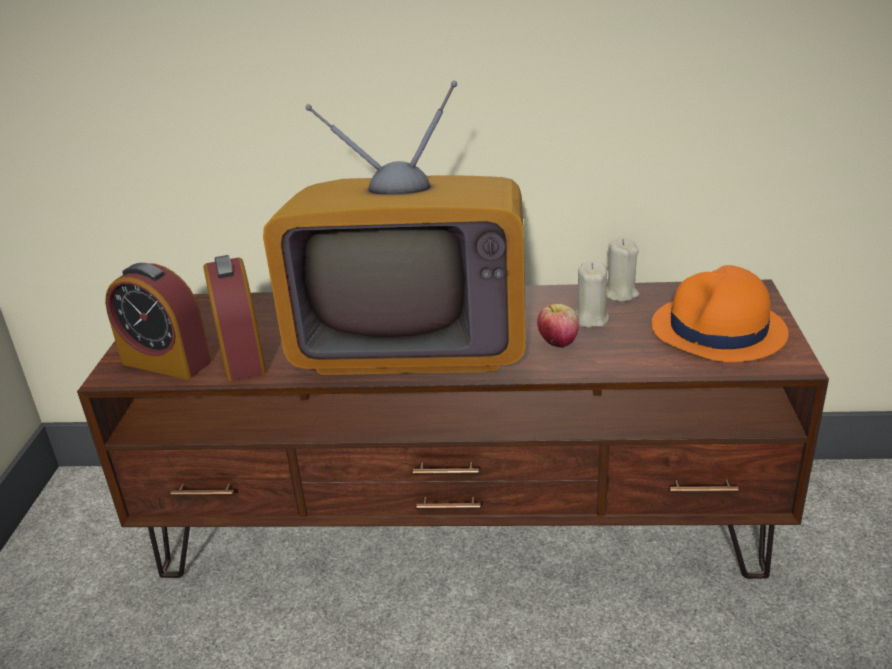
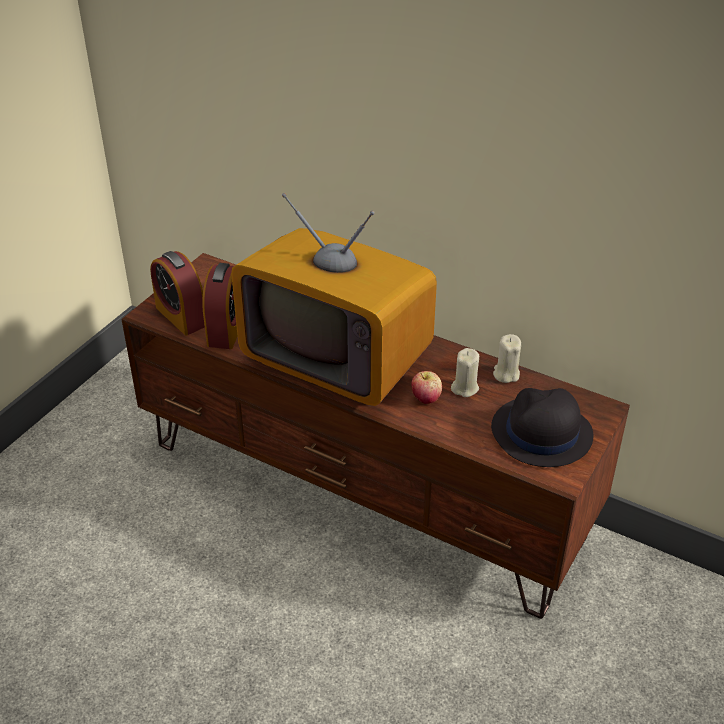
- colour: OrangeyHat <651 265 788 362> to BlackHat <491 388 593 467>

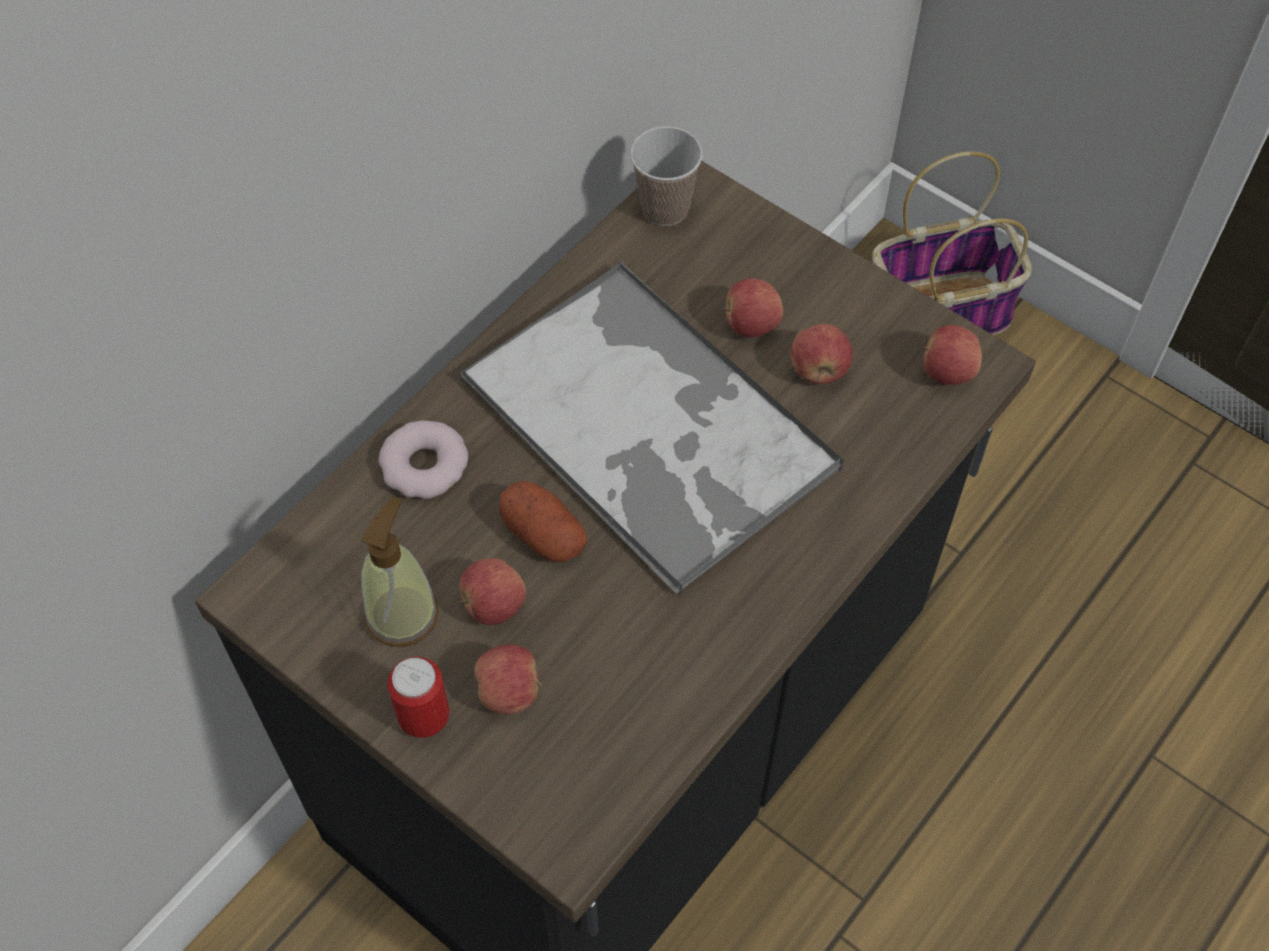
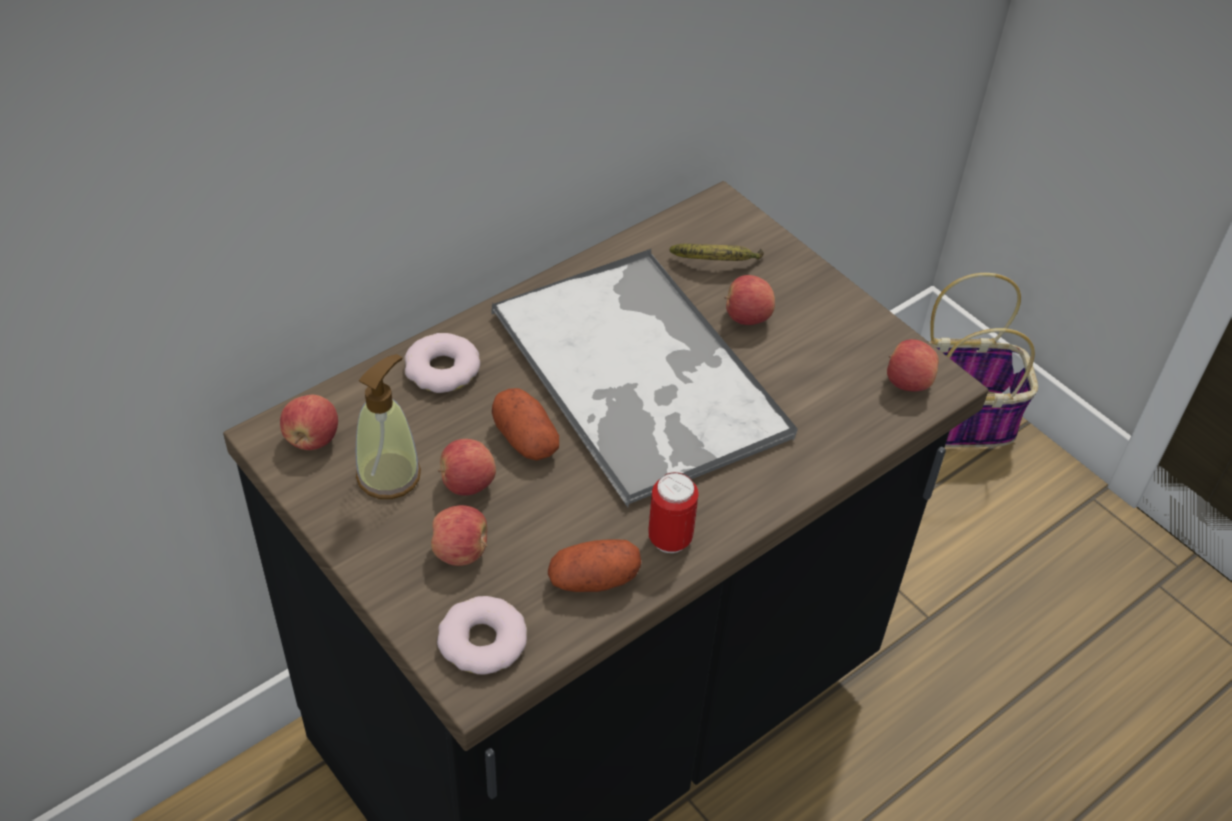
- missing: SmallCup <630 126 703 226>
- relocated: WholeApple <791 324 853 384> to <280 395 338 450>
- relocated: SealedCan <387 657 450 738> to <648 472 698 553>
- appeared: BananaFruit <670 243 764 261>
- appeared: Potato <548 539 641 592>
- appeared: Doughnut <437 596 527 675>

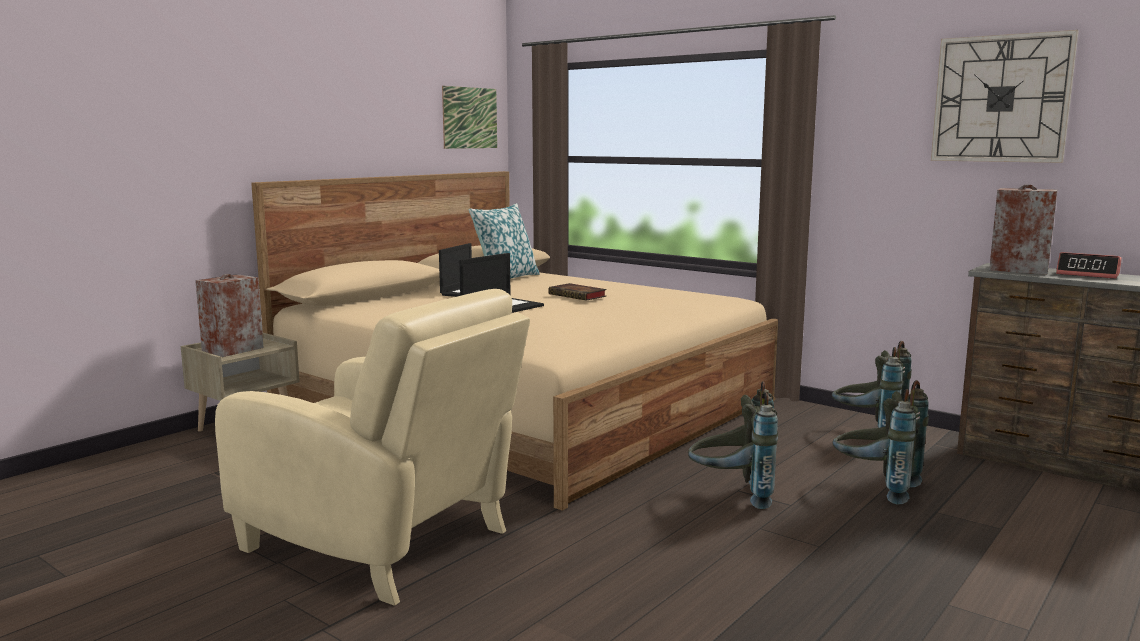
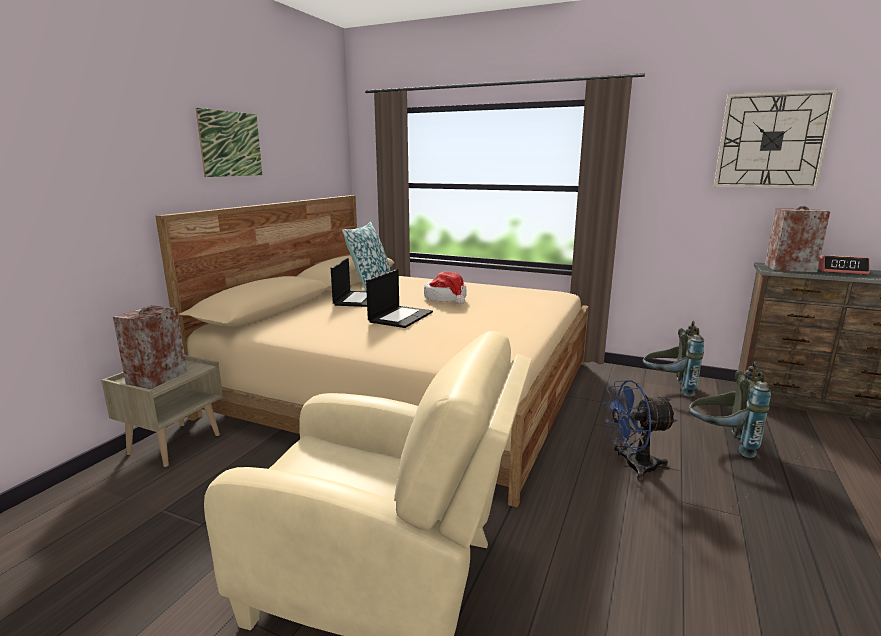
- relocated: WallArt <442 86 497 149> to <196 108 262 177>
- exchanged: Book <548 283 607 301> to Hat <424 271 467 305>
- exchanged: GrayRucksack <688 381 778 509> to BlueColouredFan <603 380 677 481>

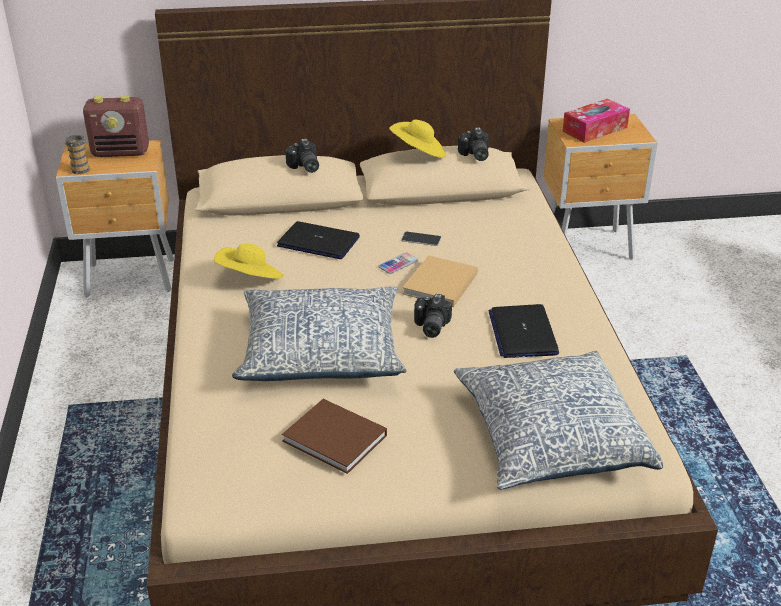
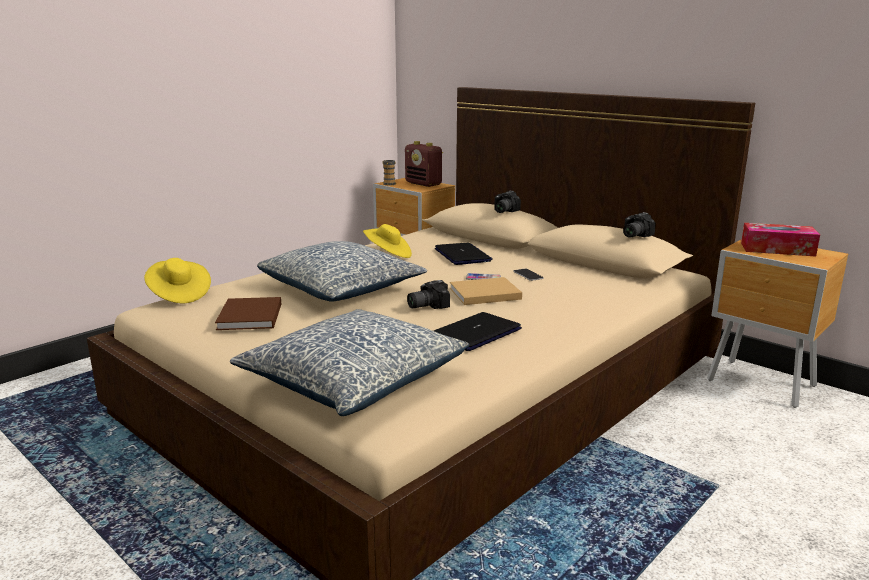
- relocated: YellowishHat <389 119 446 158> to <144 258 211 303>

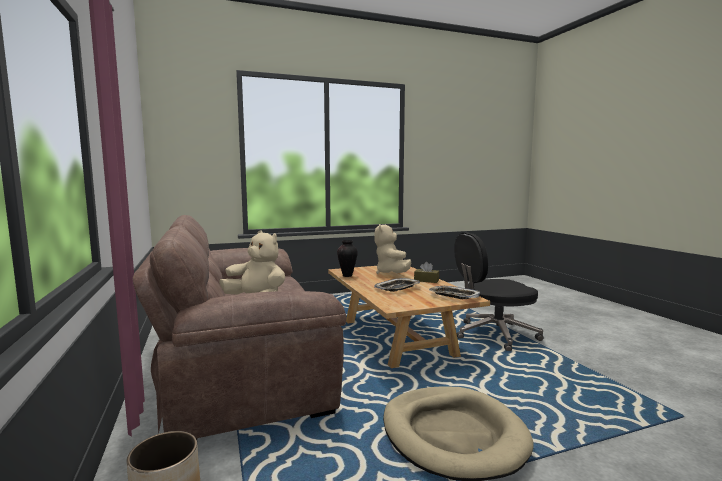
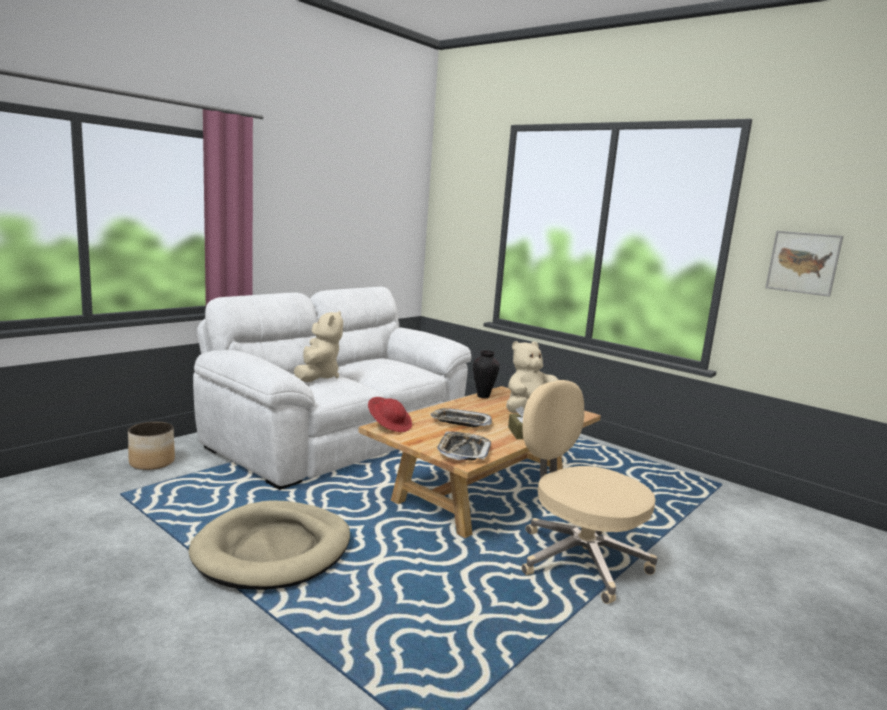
- colour: BrownCouch <133 215 346 440> to WhiteColouredCouch <193 287 471 490>
- colour: BlackComputerChair <454 232 543 351> to BeigeColouredComputerChair <522 380 657 604>
- appeared: WallArt <765 231 843 297>
- appeared: RedColouredHat <368 397 412 432>

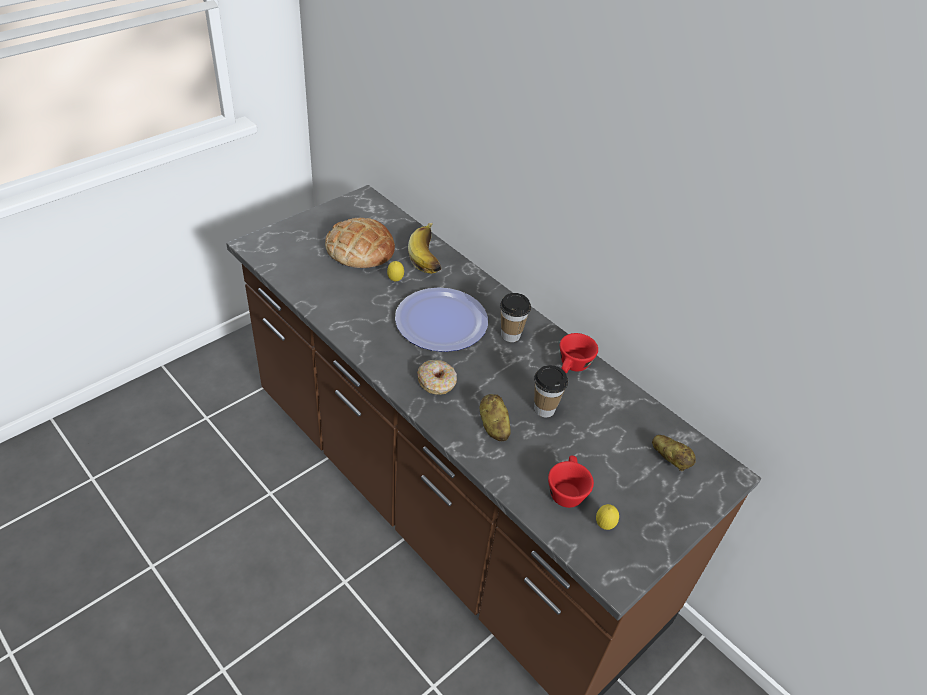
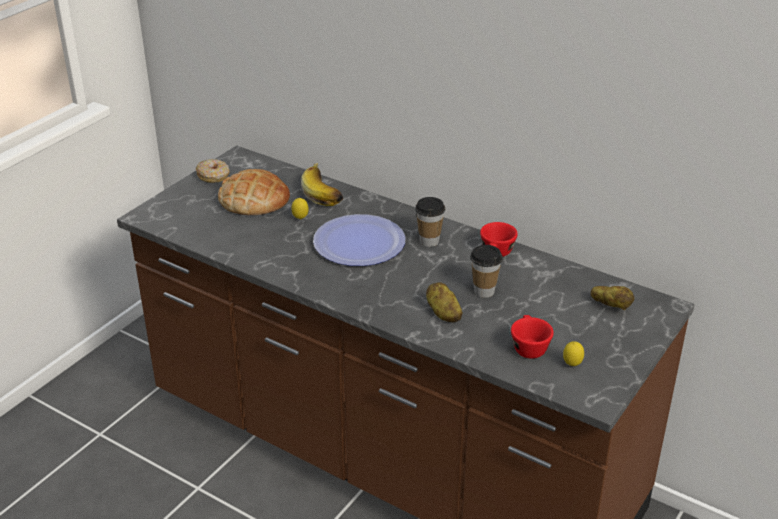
- relocated: Doughnut <417 360 457 395> to <196 159 229 183>

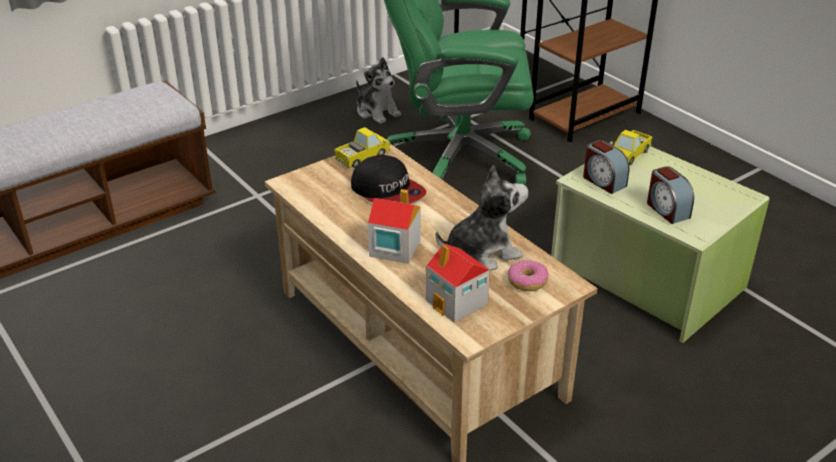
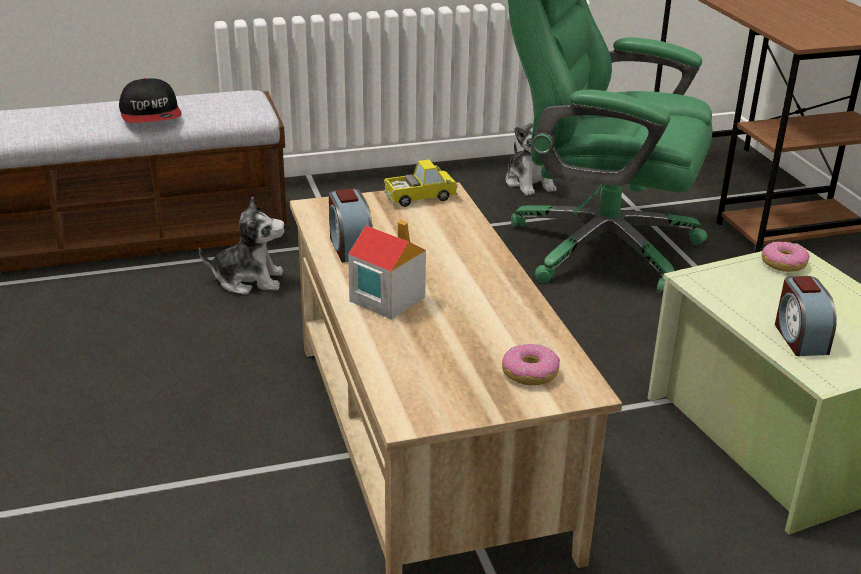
- exchanged: ModelTruck <610 130 653 165> to Doughnut <761 242 810 272>
- relocated: TableClock <583 140 630 194> to <329 188 373 262>
- relocated: Cap <351 155 427 204> to <119 78 181 123>
- relocated: CuddlyToy <436 165 528 270> to <199 197 285 295>
- missing: ModelHouse <426 244 490 323>

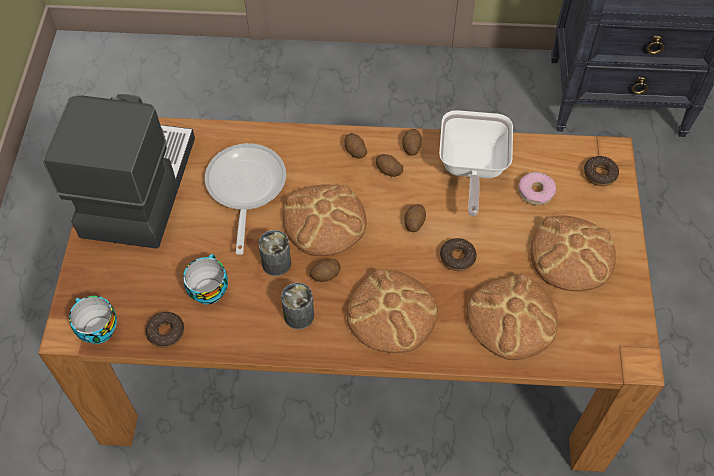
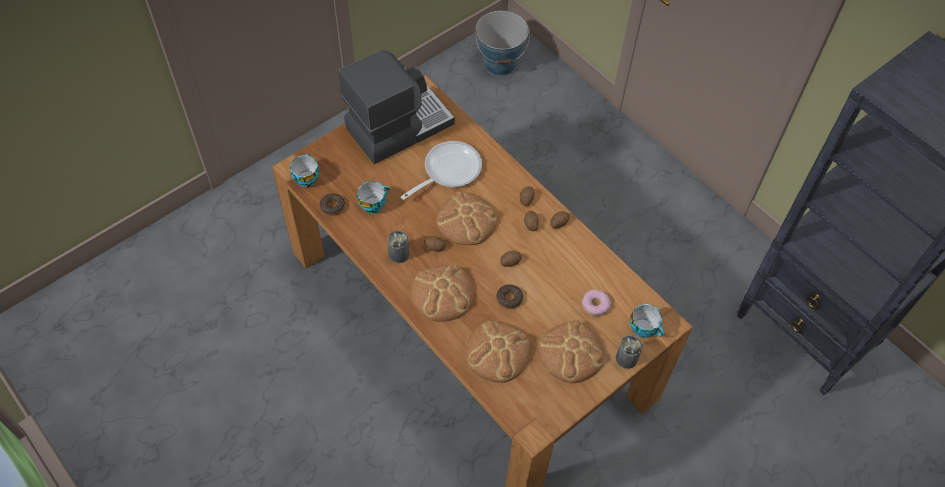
- missing: FryingPan <439 110 513 216>
- exchanged: Doughnut <584 156 619 186> to SmallCup <630 304 664 338>
- relocated: SealedCan <259 230 291 276> to <616 335 642 369>
- appeared: Bucket <475 11 530 76>

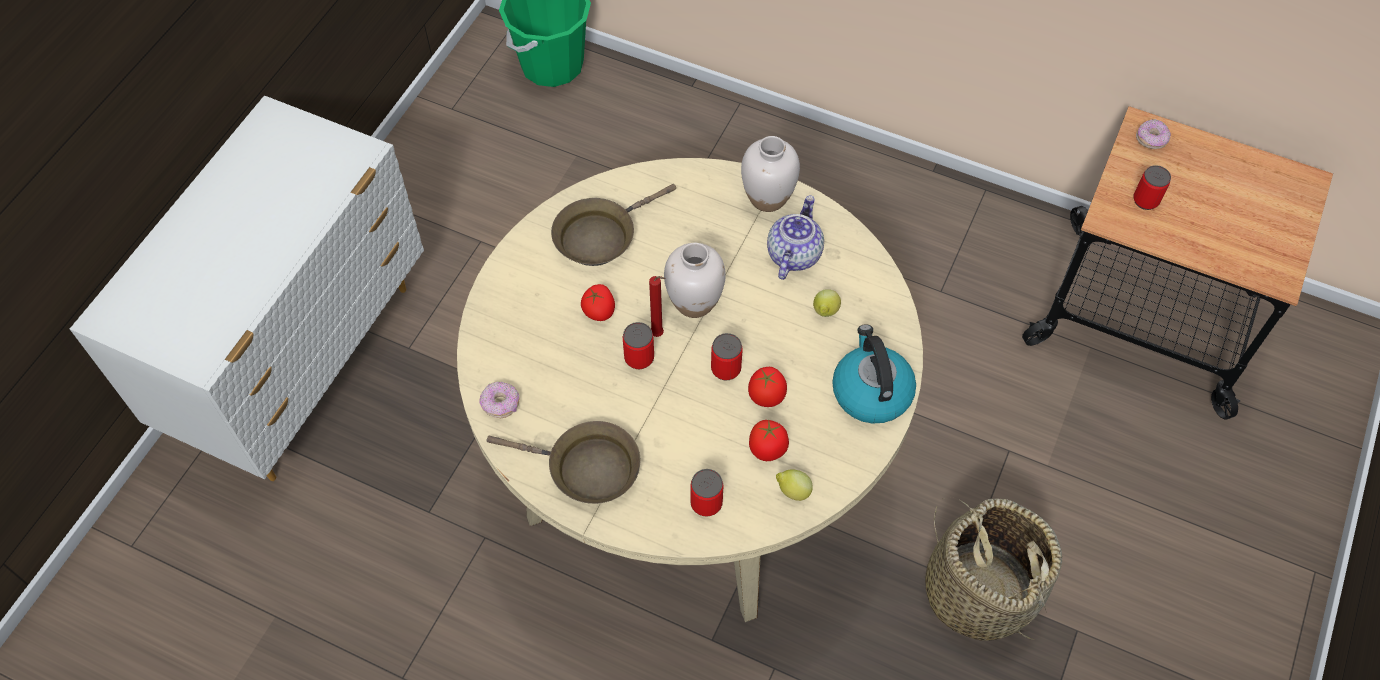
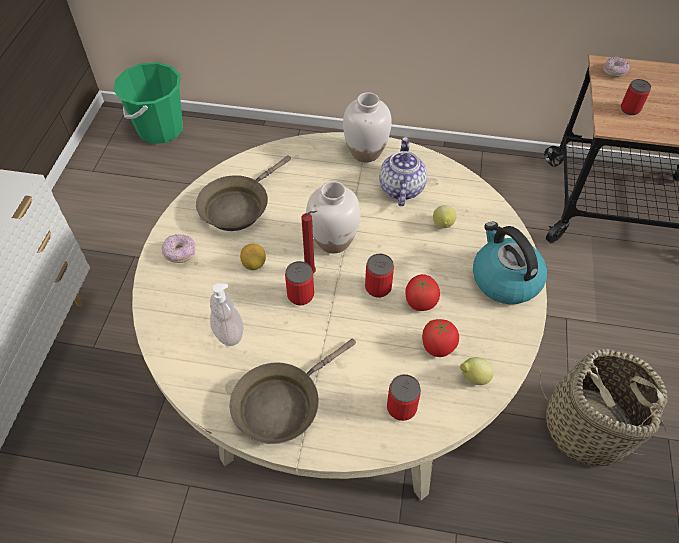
- exchanged: Tomato <581 284 615 321> to CitrusFruit <240 244 266 270>
- relocated: Doughnut <479 382 520 418> to <162 234 195 263>
- spun: BrownFryingPan <486 421 640 504> = <230 338 356 444> 135 degrees clockwise
- appeared: LiquidSoapBottle <210 283 244 346>

